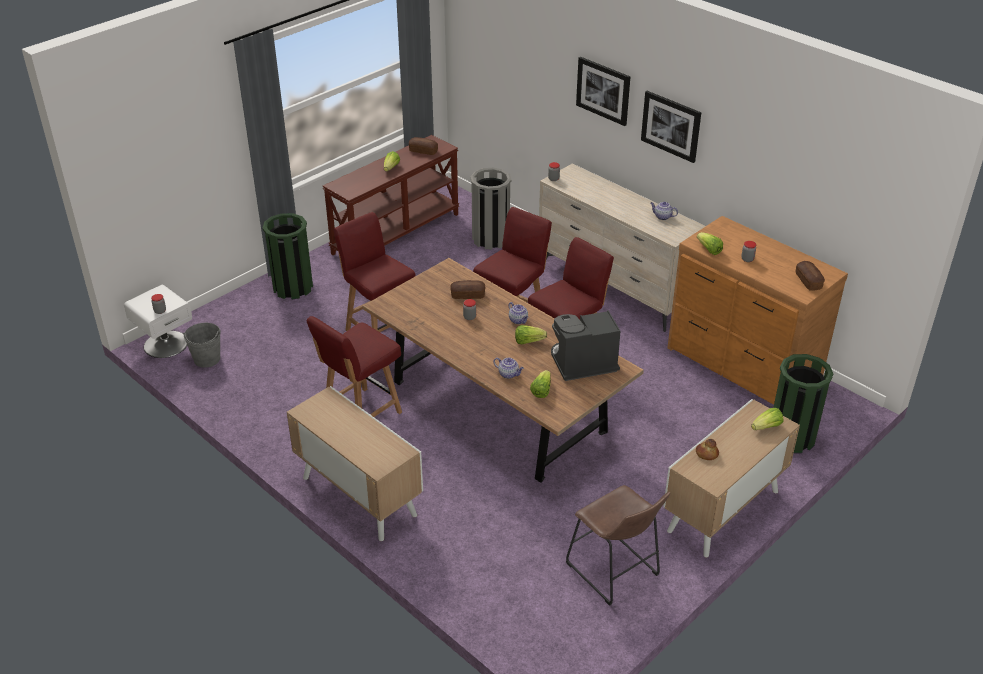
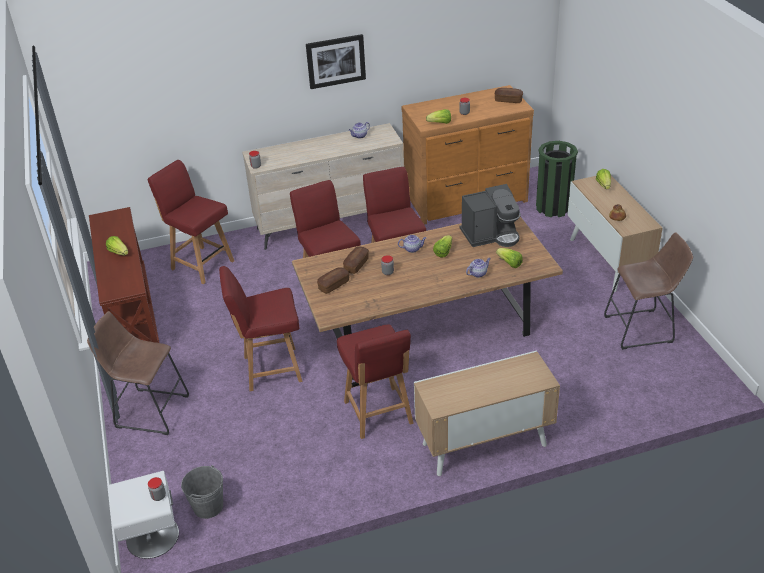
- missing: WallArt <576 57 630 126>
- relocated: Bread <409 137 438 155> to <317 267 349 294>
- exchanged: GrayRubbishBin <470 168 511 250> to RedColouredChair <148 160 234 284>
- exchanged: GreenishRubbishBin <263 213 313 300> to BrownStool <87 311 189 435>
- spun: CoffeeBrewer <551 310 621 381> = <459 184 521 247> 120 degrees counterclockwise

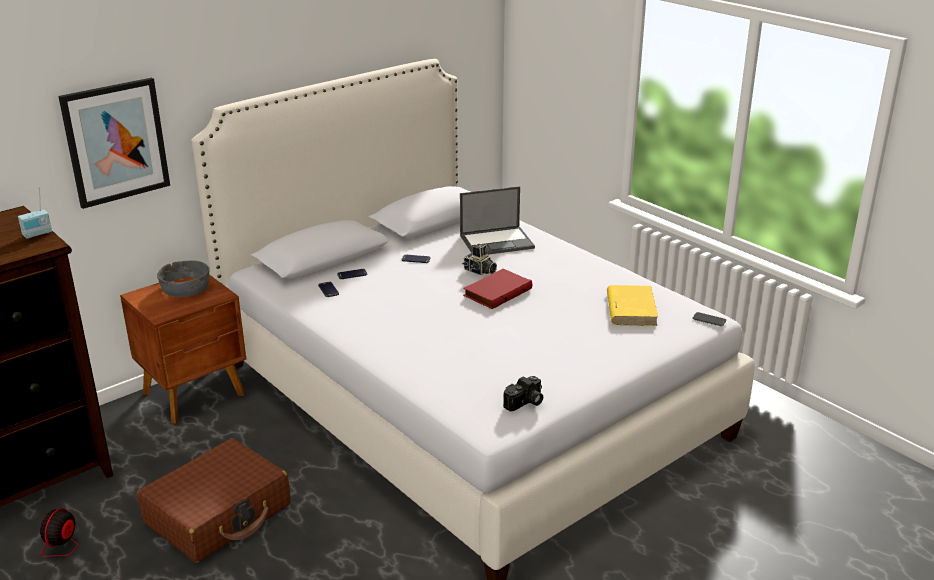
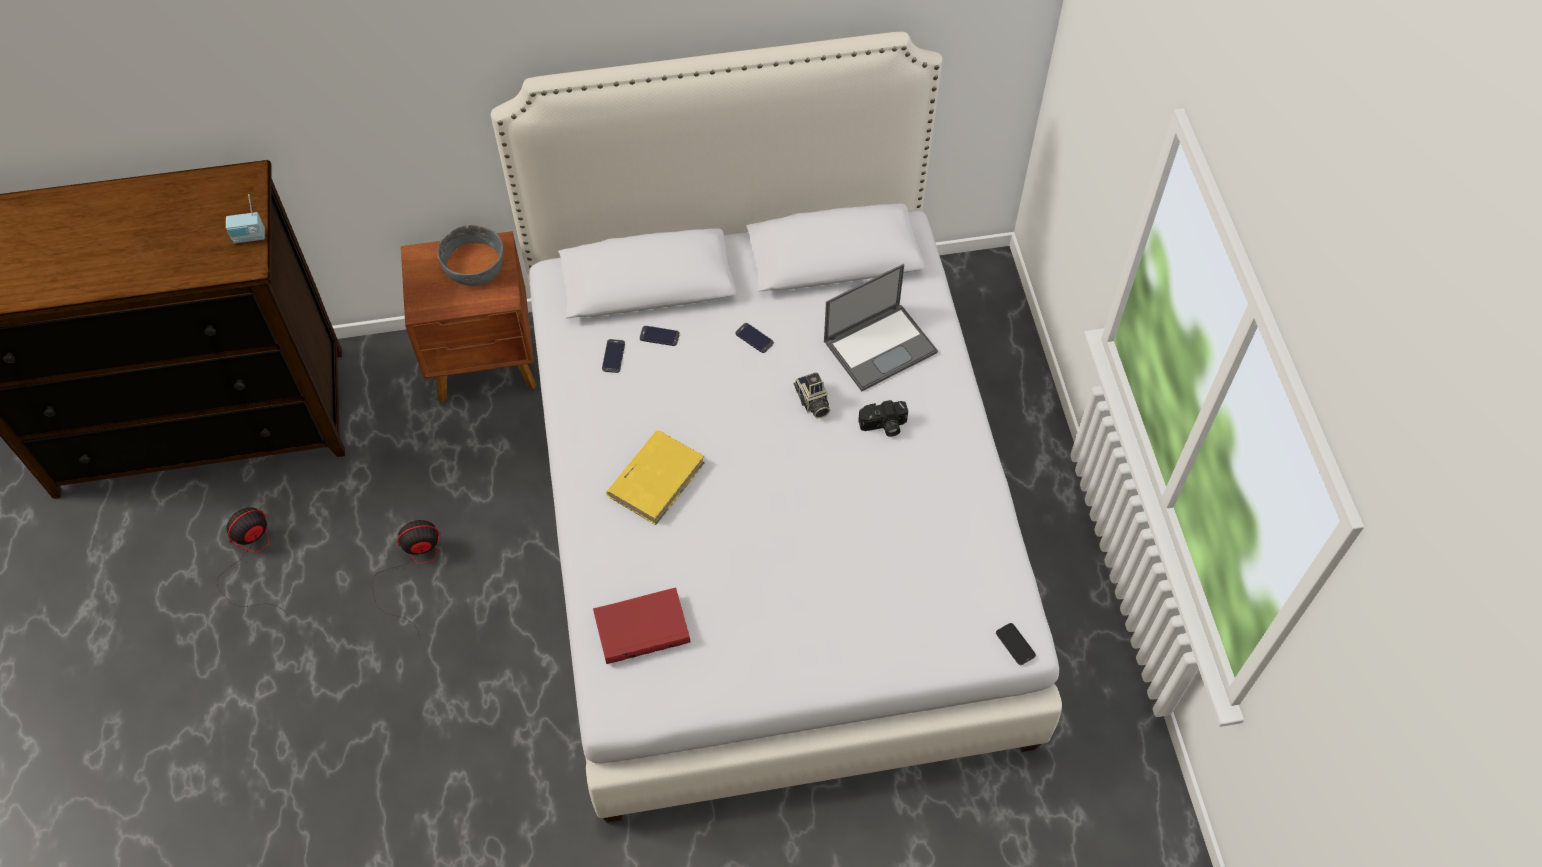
- missing: WallArt <58 78 170 209>
- spun: NotebookComputer <460 186 535 255> = <824 264 938 391> 45 degrees counterclockwise
- relocated: RedColouredBook <463 269 532 309> to <593 588 690 664>
- relocated: YellowishBook <607 285 658 326> to <606 430 705 525>
- relocated: StillCamera <503 376 543 411> to <858 400 908 437>
- exchanged: BrownTravelCase <137 438 291 563> to Fan <371 520 441 639>

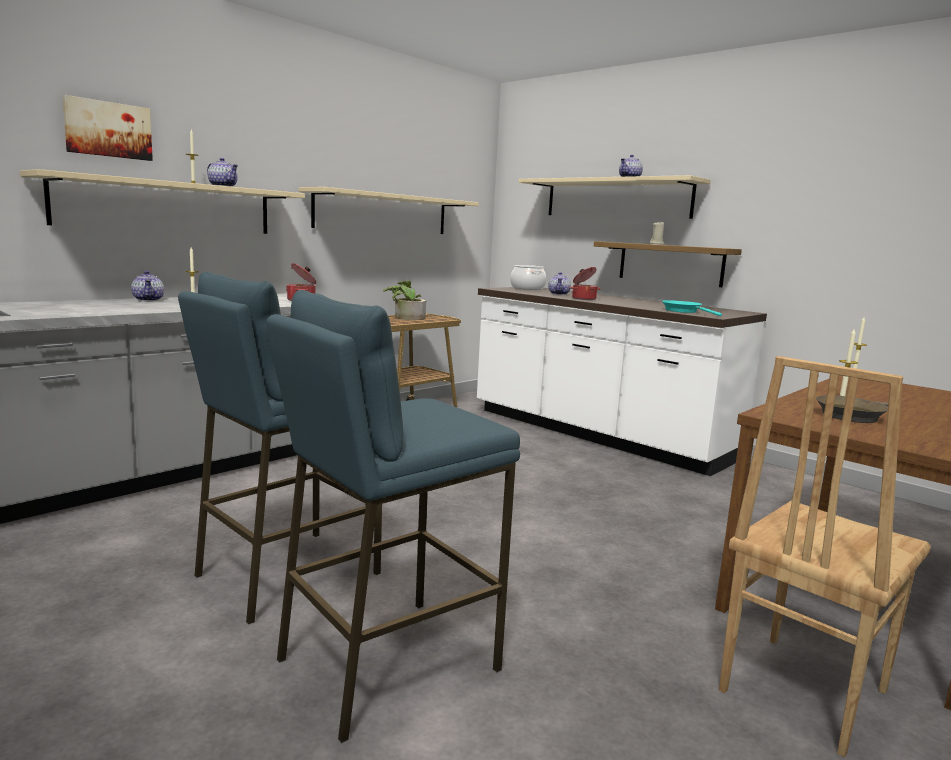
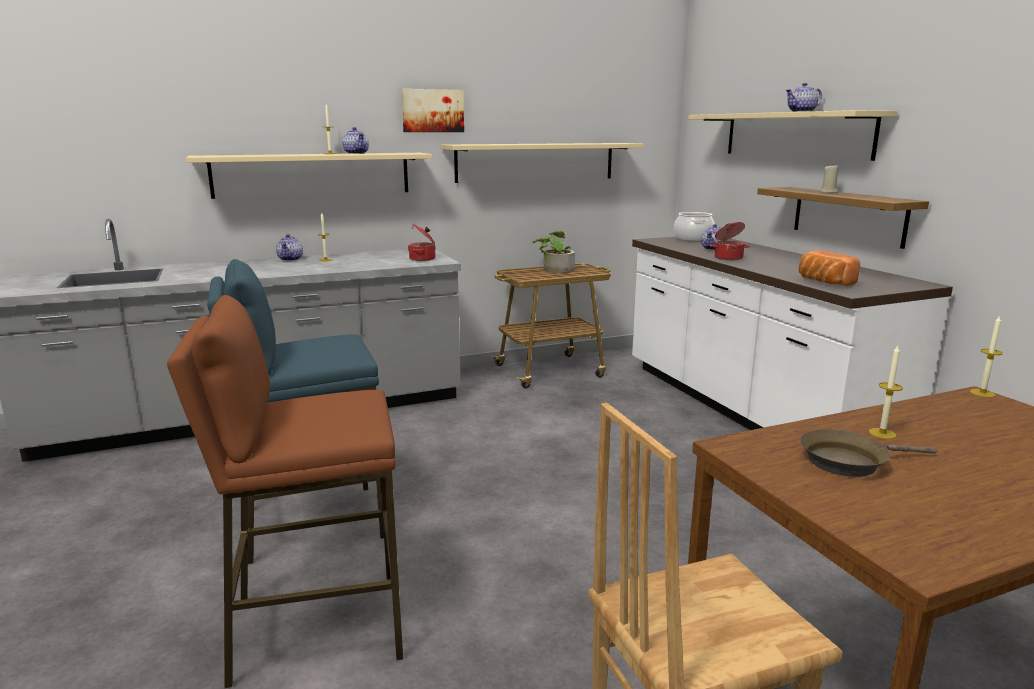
- relocated: WallArt <62 95 153 161> to <401 89 464 132>
- colour: BlueColouredStool <267 290 520 743> to BrownStool <167 295 403 688>
- exchanged: TurquoiseColouredFryingPan <662 300 722 316> to Bread <799 250 860 286>

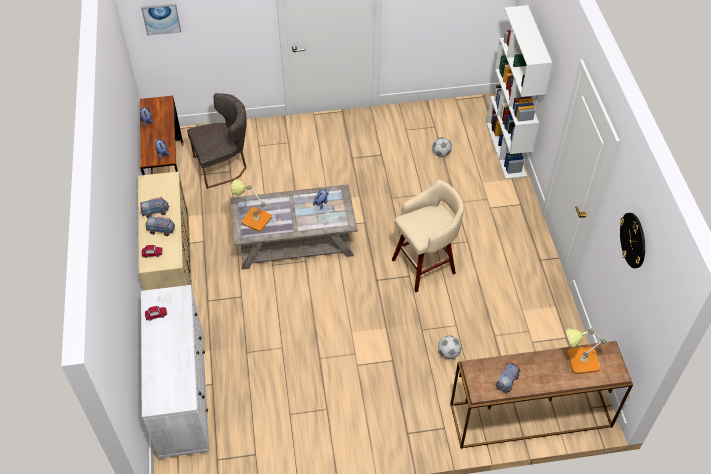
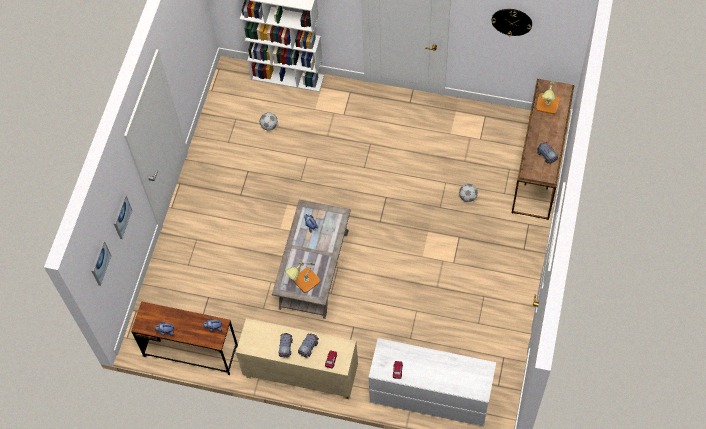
- missing: GrayChair <187 93 247 189>
- missing: BeigeColouredStool <392 180 464 292>
- appeared: WallArt <114 195 132 239>

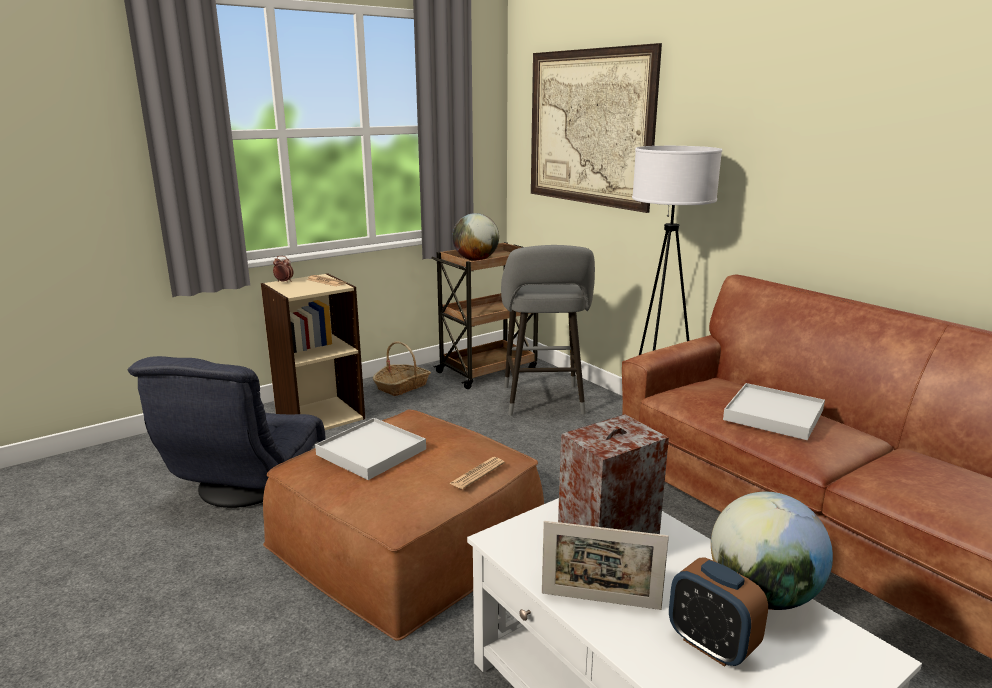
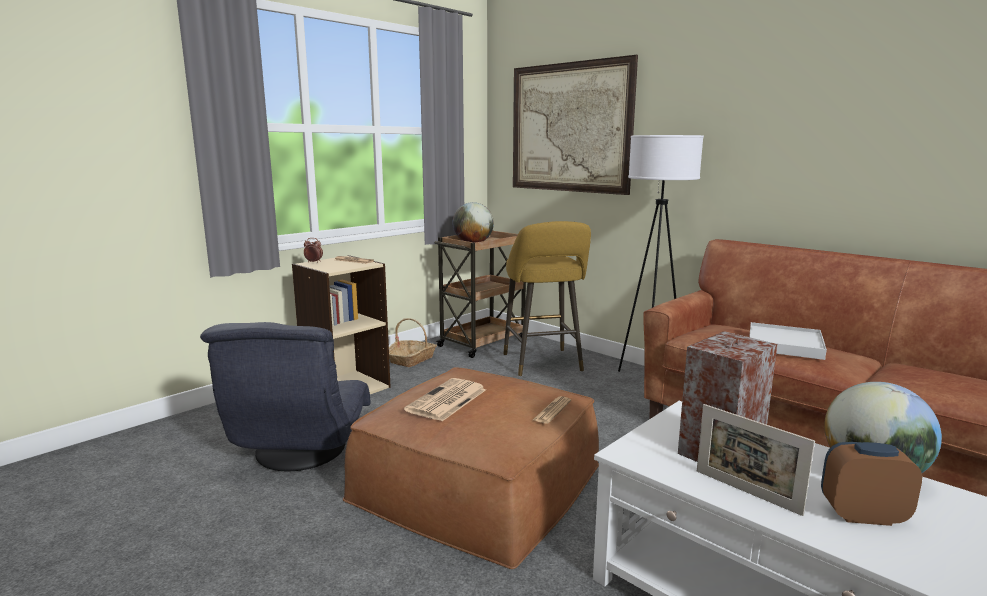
- colour: GrayStool <501 245 595 416> to YellowishStool <503 221 591 376>
- exchanged: WhiteColouredCarryingTray <315 418 426 480> to DailyPaper <404 378 486 421>
- spun: StandingFrame <542 521 669 610> = <697 404 815 516> 45 degrees clockwise
- spun: TableClock <669 557 768 667> = <821 442 922 526> 150 degrees clockwise

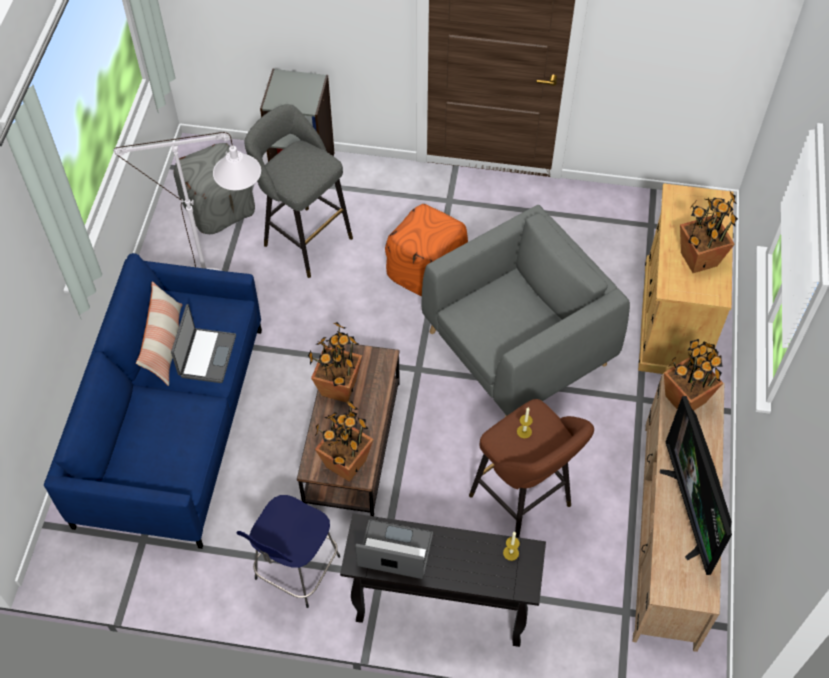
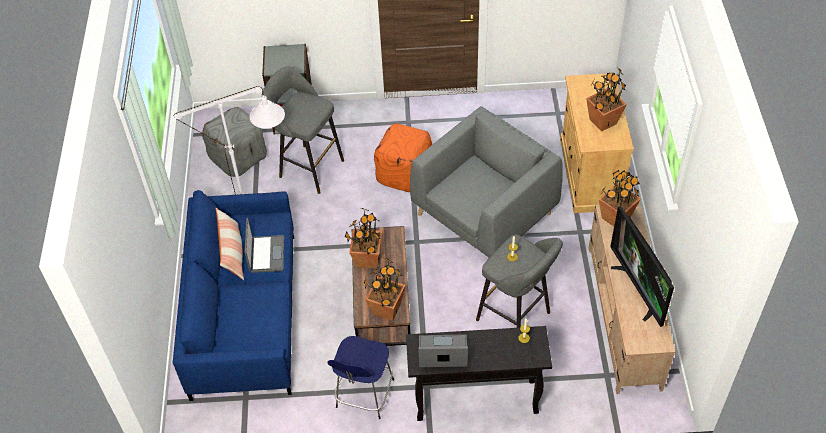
- colour: BrownStool <469 399 594 538> to GrayStool <476 235 563 328>

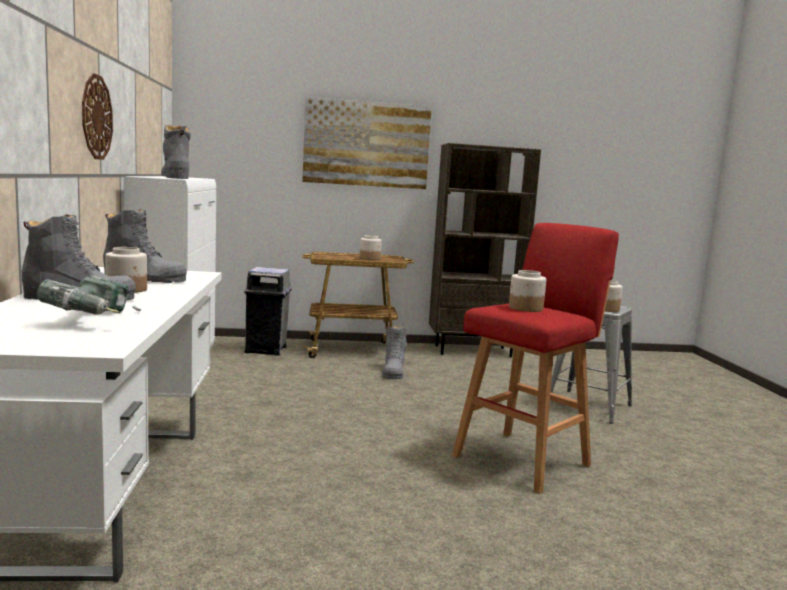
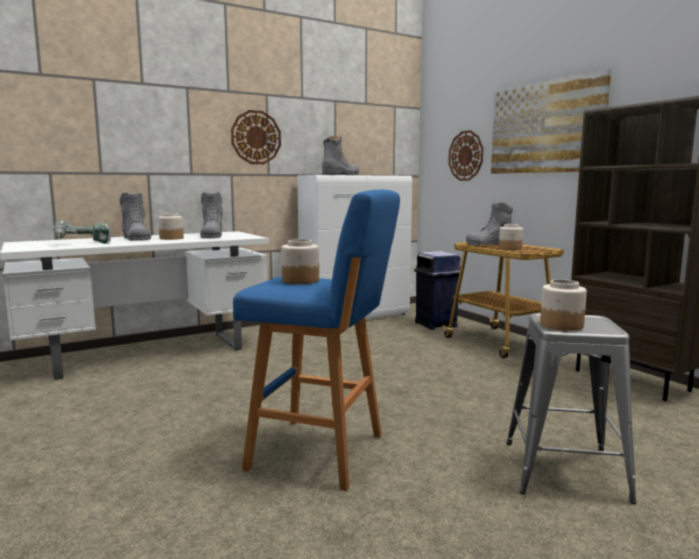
- colour: RedColouredStool <452 223 619 494> to BlueColouredStool <233 189 400 491>
- colour: GrayRubbishBin <244 267 292 356> to BlueColouredRubbishBin <414 251 461 330>
- relocated: GrayHighTopBoot <382 326 407 379> to <466 202 513 245>
- appeared: WallClock <448 130 483 181>

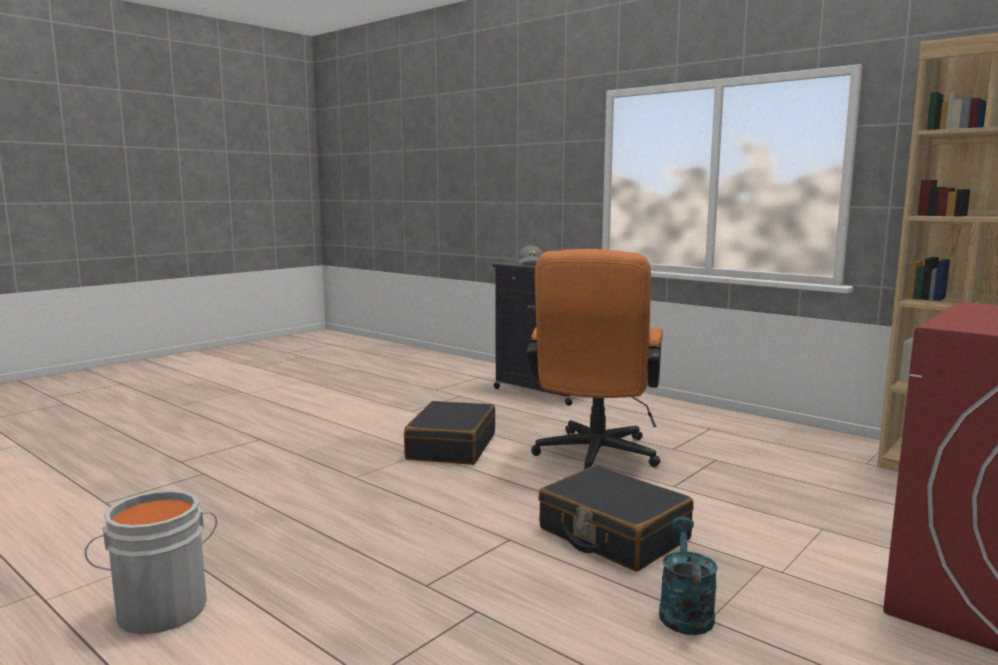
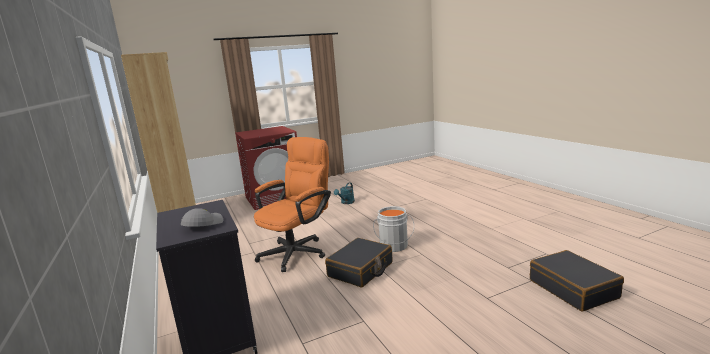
- relocated: BlackTravelCase <538 465 693 572> to <530 250 624 311>
- relocated: GrayBucket <84 490 217 634> to <373 206 414 252>

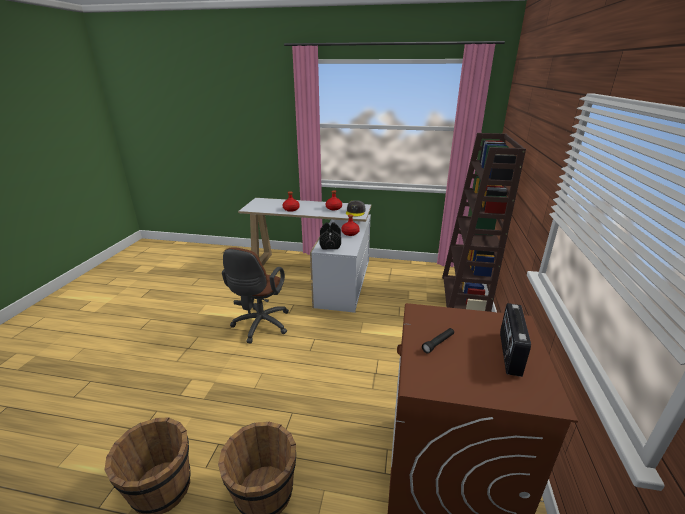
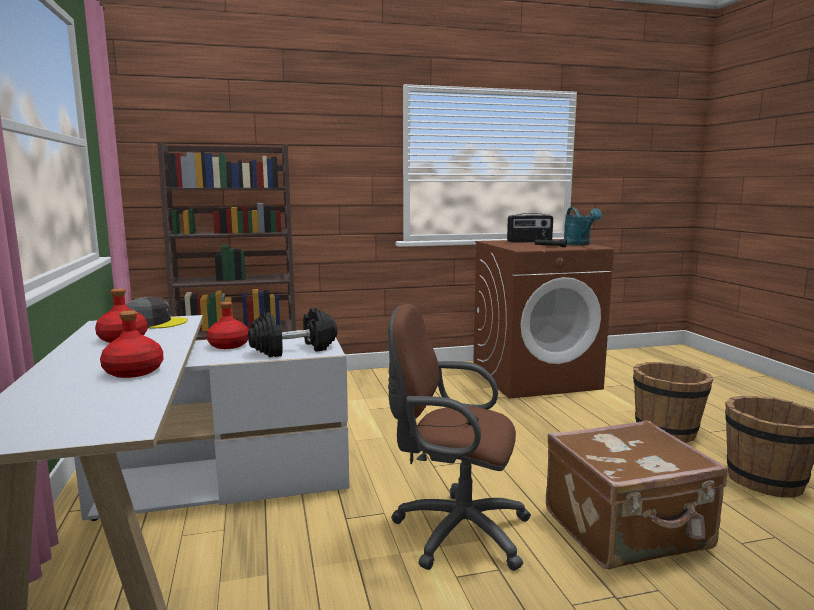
- spun: BrownComputerChair <222 247 289 344> = <388 304 531 571> 150 degrees counterclockwise
- appeared: TurquoiseColouredWateringCan <564 207 602 246>
- appeared: BrownTravelCase <546 420 728 570>

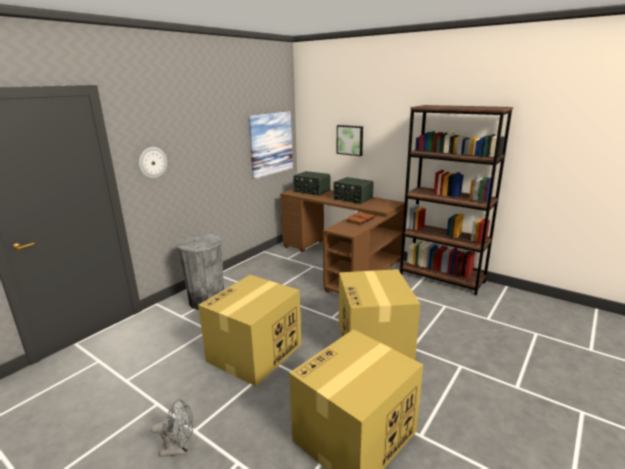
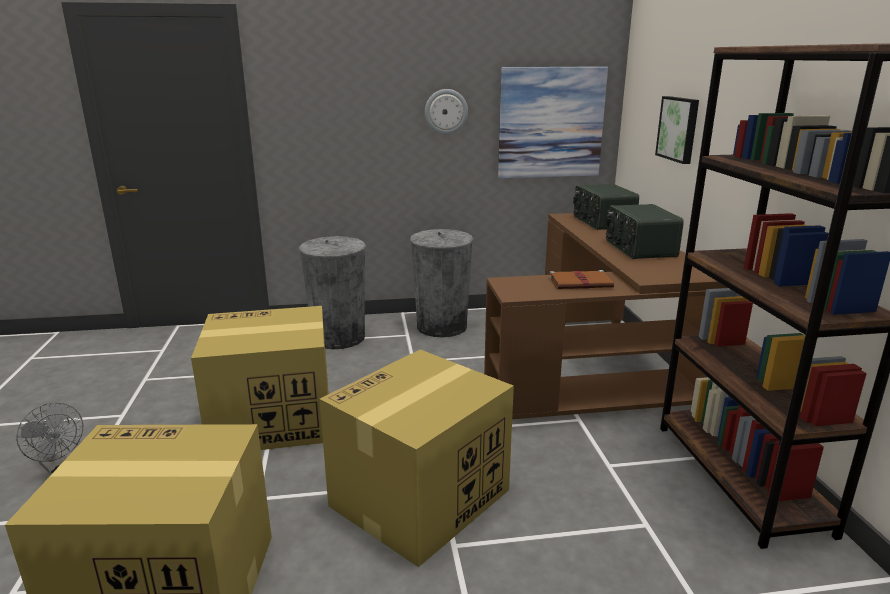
- relocated: WallClock <139 147 167 179> to <425 89 468 134>
- appeared: GrayRubbishBin <410 229 473 337>

